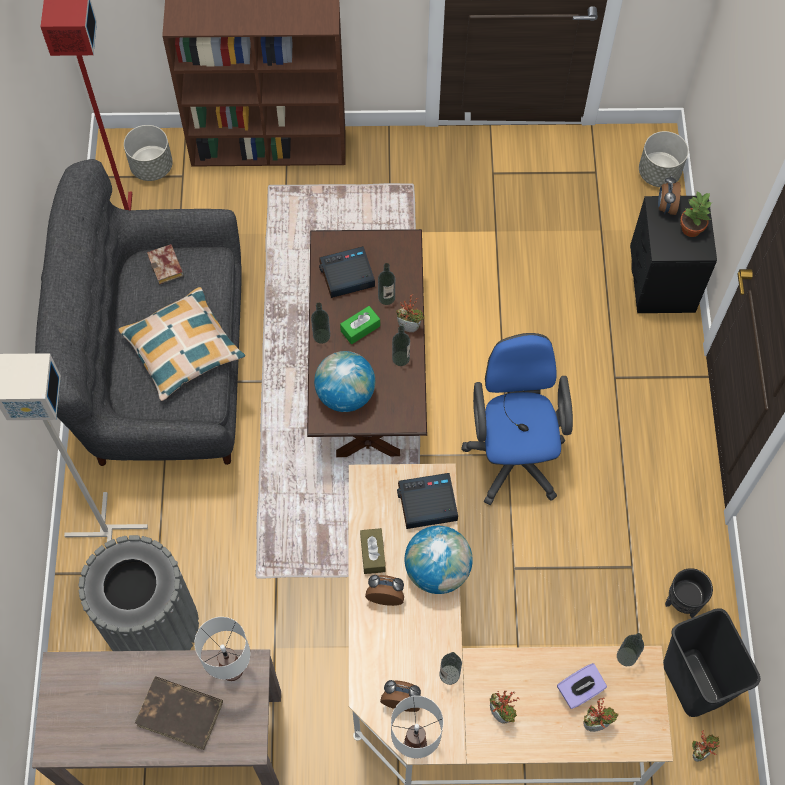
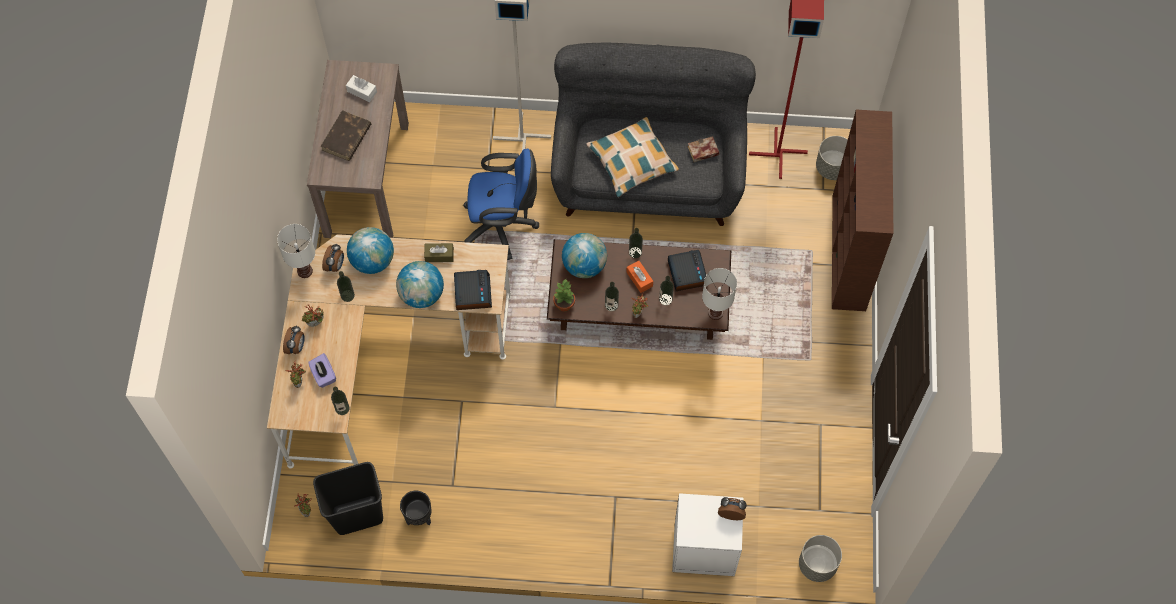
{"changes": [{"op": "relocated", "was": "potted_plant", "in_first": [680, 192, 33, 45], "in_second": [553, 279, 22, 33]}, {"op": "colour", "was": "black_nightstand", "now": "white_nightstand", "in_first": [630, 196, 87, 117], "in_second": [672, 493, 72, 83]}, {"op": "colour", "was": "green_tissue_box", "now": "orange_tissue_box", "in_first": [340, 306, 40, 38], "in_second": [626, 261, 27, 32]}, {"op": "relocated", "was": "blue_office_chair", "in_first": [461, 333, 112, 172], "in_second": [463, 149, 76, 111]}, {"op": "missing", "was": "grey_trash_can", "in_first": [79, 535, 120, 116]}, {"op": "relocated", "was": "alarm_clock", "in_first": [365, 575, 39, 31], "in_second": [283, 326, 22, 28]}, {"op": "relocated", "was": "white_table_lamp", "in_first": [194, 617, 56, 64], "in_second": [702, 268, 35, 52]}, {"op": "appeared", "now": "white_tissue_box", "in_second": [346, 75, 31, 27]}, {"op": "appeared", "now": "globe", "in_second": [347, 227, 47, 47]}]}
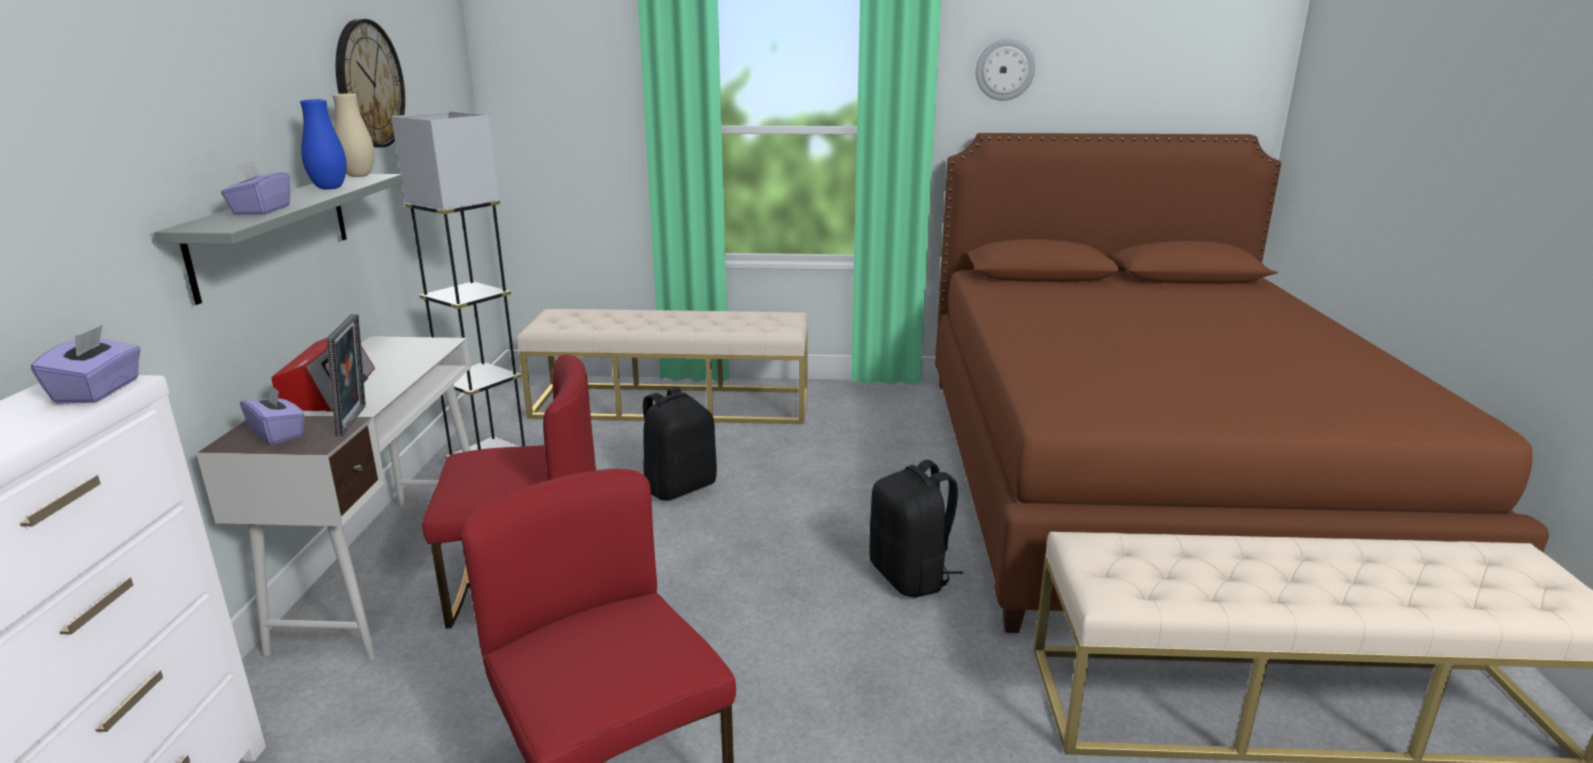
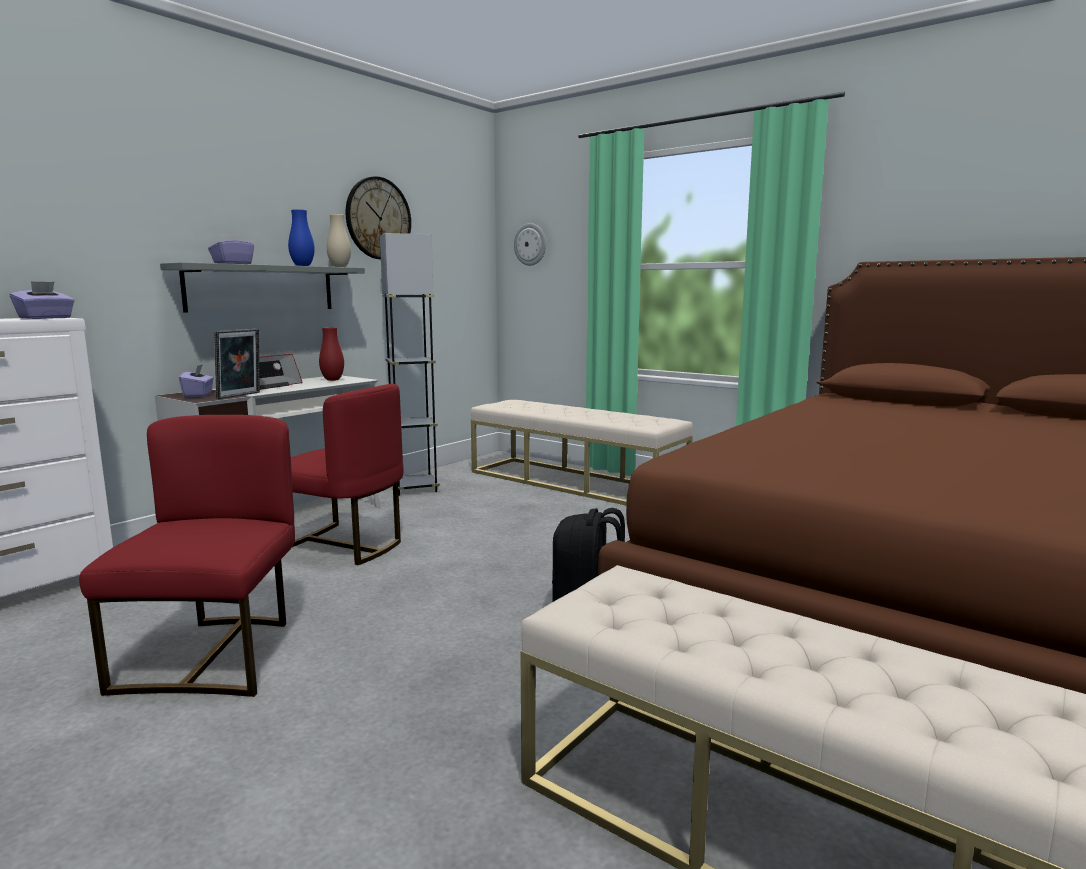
{"changes": [{"op": "relocated", "was": "wall_clock", "in_first": [976, 39, 59, 62], "in_second": [514, 223, 32, 43]}, {"op": "missing", "was": "black_backpack", "in_first": [643, 387, 74, 114]}, {"op": "appeared", "now": "red_vase", "in_second": [319, 327, 25, 54]}]}
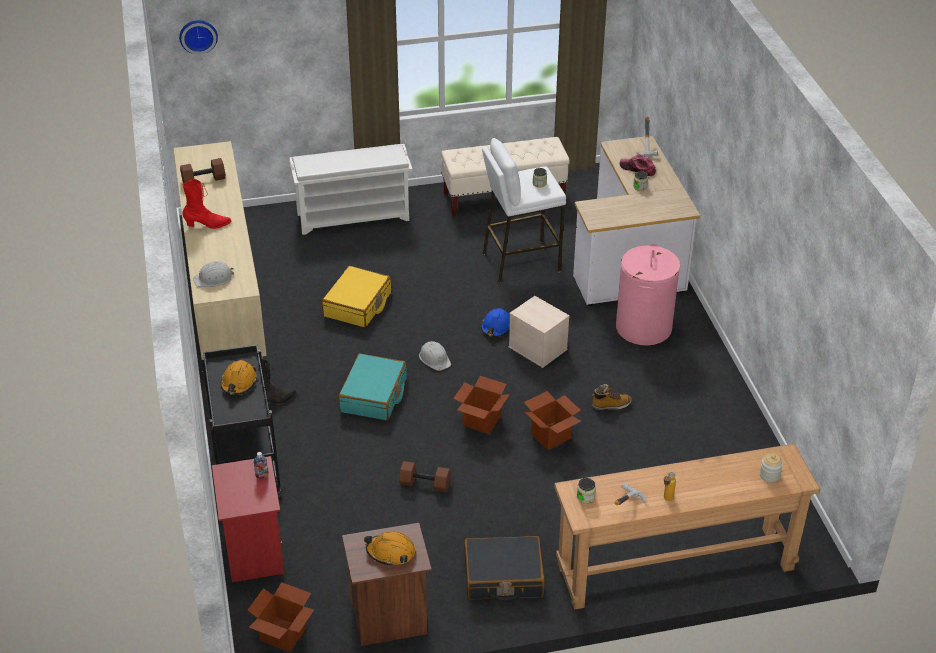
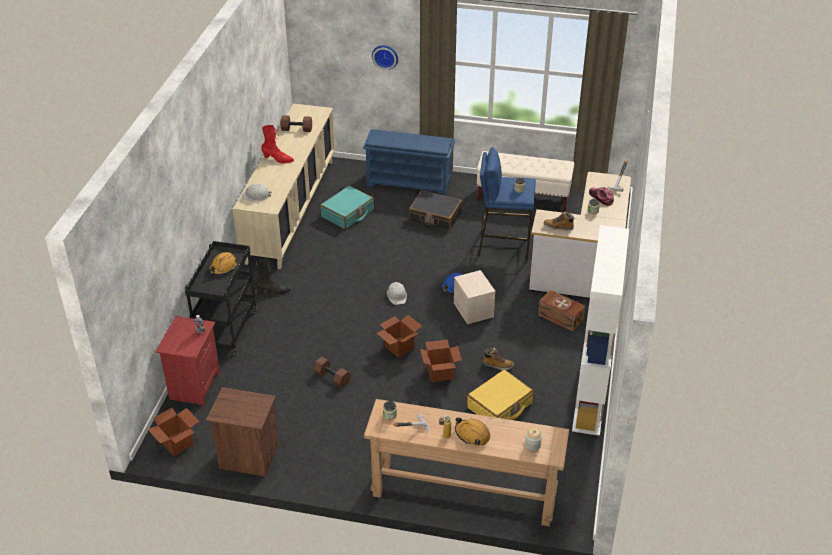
{"changes": [{"op": "relocated", "was": "wall_clock", "in_first": [179, 20, 39, 35], "in_second": [372, 45, 26, 25]}, {"op": "colour", "was": "white_stool", "now": "blue_stool", "in_first": [482, 138, 84, 145], "in_second": [478, 147, 58, 114]}, {"op": "colour", "was": "white_shoe_rack", "now": "blue_shoe_rack", "in_first": [289, 144, 123, 91], "in_second": [363, 129, 92, 67]}, {"op": "exchanged", "was": "pink_laundry_basket", "now": "brown_storage_box", "in_first": [616, 244, 64, 102], "in_second": [538, 290, 47, 42]}, {"op": "relocated", "was": "yellow_suitcase", "in_first": [322, 266, 69, 62], "in_second": [467, 369, 67, 51]}, {"op": "relocated", "was": "turquoise_suitcase", "in_first": [338, 353, 69, 68], "in_second": [320, 186, 54, 43]}, {"op": "relocated", "was": "orange_hard_hat", "in_first": [364, 531, 52, 35], "in_second": [455, 417, 36, 29]}, {"op": "relocated", "was": "black_suitcase", "in_first": [464, 536, 81, 66], "in_second": [409, 190, 53, 41]}, {"op": "appeared", "now": "boot", "in_second": [543, 211, 32, 20]}, {"op": "appeared", "now": "white_bookcase", "in_second": [572, 225, 57, 211]}]}
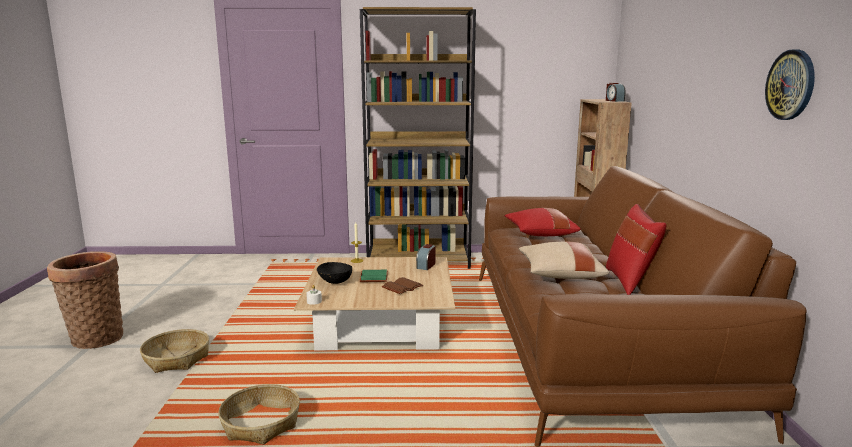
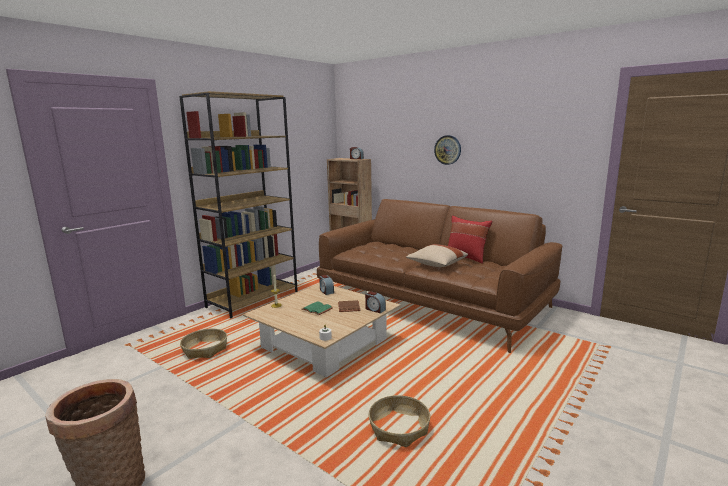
{"changes": [{"op": "relocated", "was": "wall_clock", "in_first": [765, 49, 50, 71], "in_second": [434, 135, 27, 30]}, {"op": "missing", "was": "red_pillow", "in_first": [505, 208, 76, 28]}, {"op": "missing", "was": "black_bowl", "in_first": [317, 262, 35, 22]}, {"op": "relocated", "was": "basket", "in_first": [140, 329, 69, 44], "in_second": [180, 329, 47, 30]}, {"op": "appeared", "now": "alarm_clock", "in_second": [365, 291, 21, 22]}]}
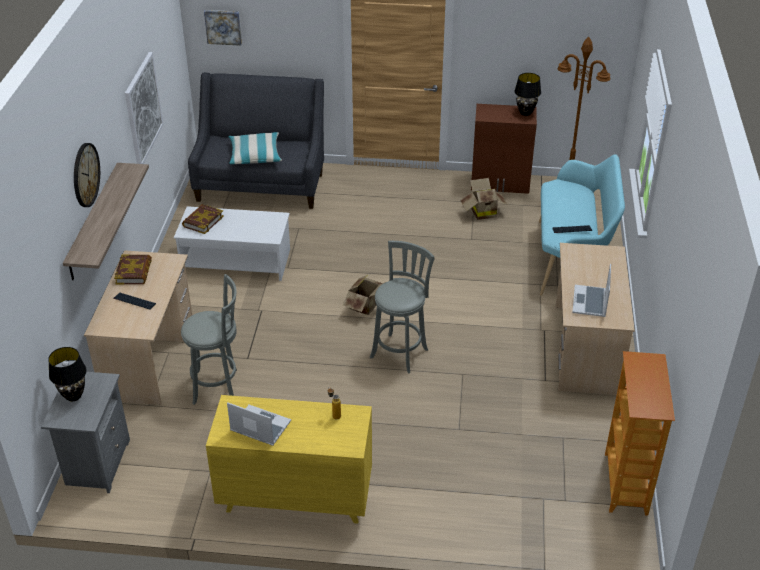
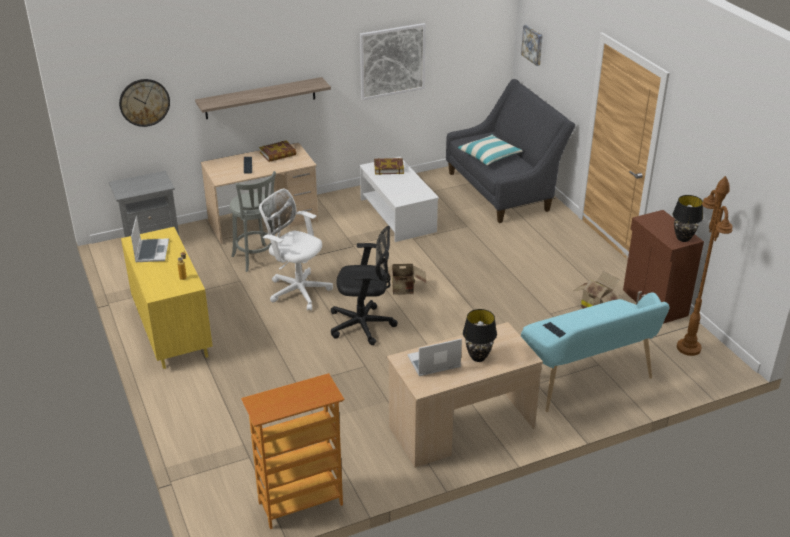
{"changes": [{"op": "relocated", "was": "wall_clock", "in_first": [74, 143, 26, 64], "in_second": [119, 79, 51, 48]}, {"op": "exchanged", "was": "grey_stool", "now": "black_office_chair", "in_first": [370, 240, 65, 134], "in_second": [331, 226, 66, 119]}, {"op": "relocated", "was": "black_table_lamp", "in_first": [48, 347, 39, 54], "in_second": [463, 309, 34, 53]}, {"op": "appeared", "now": "white_office_chair", "in_second": [259, 189, 74, 122]}]}
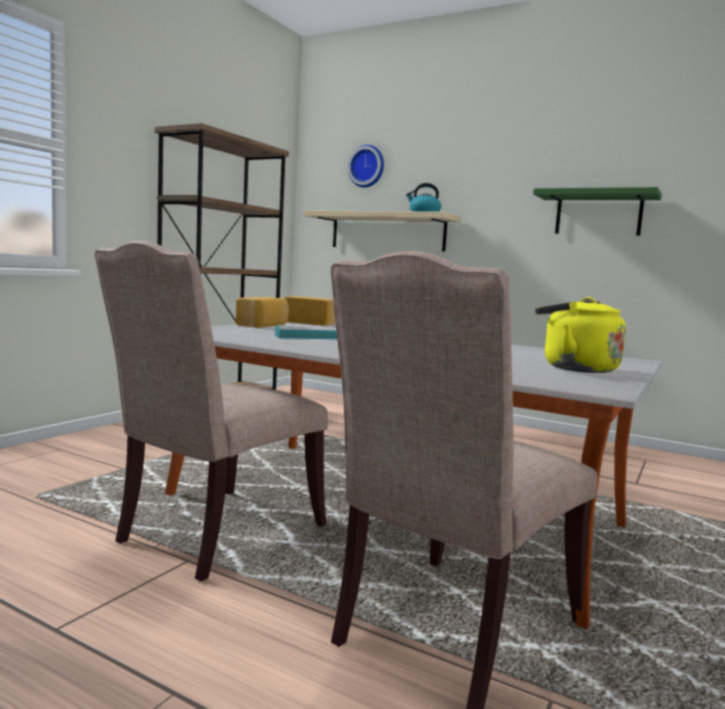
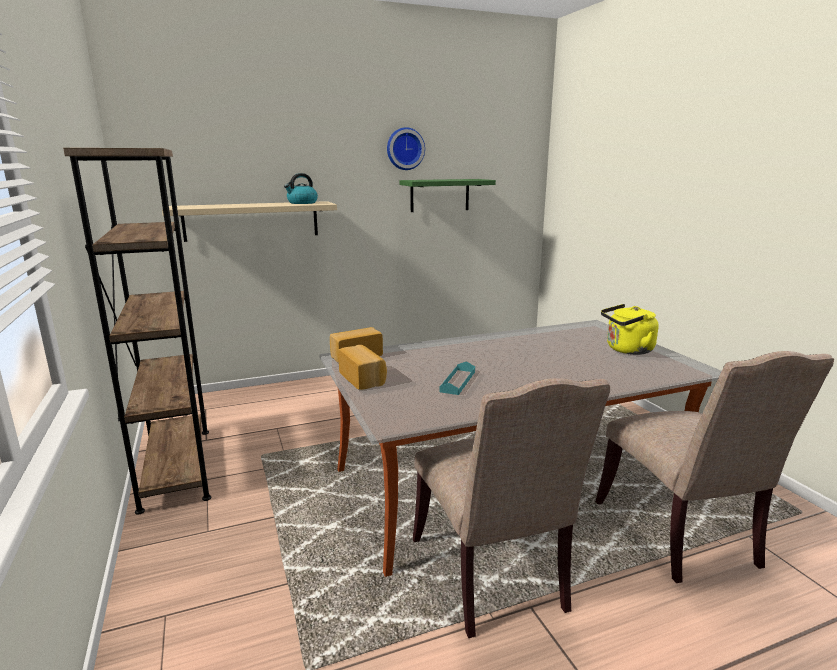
{"changes": [{"op": "relocated", "was": "wall_clock", "in_first": [348, 145, 36, 42], "in_second": [387, 127, 38, 43]}]}
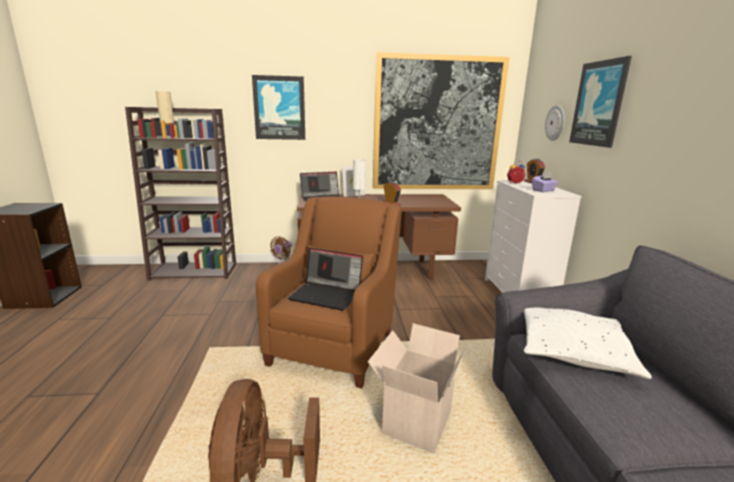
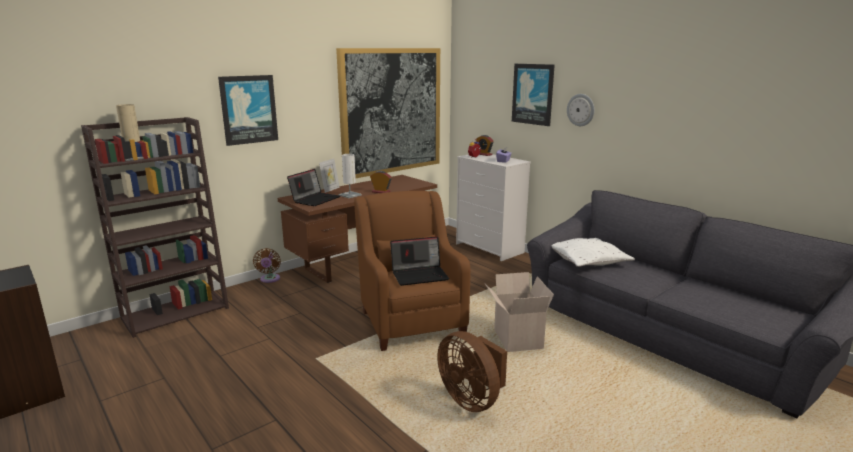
{"changes": [{"op": "relocated", "was": "wall_clock", "in_first": [545, 105, 20, 36], "in_second": [567, 94, 28, 32]}]}
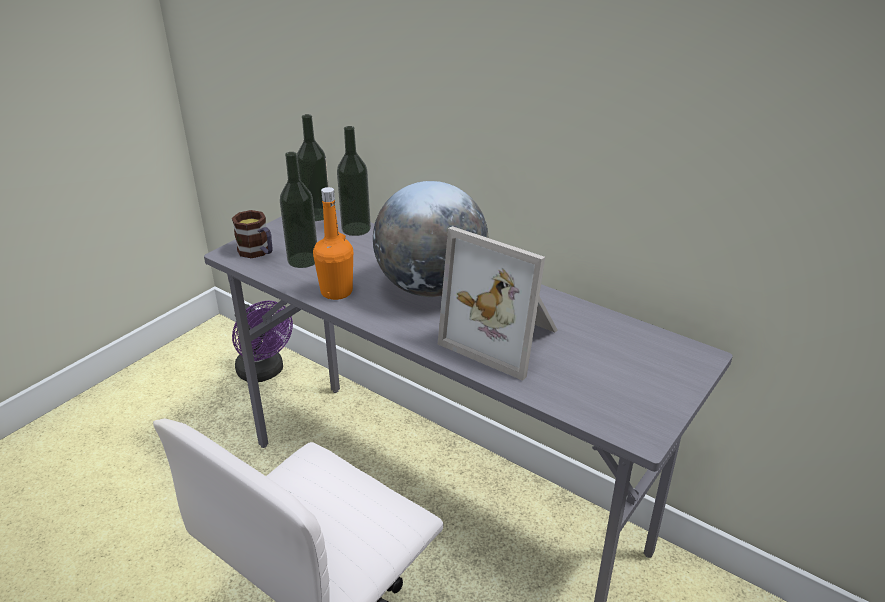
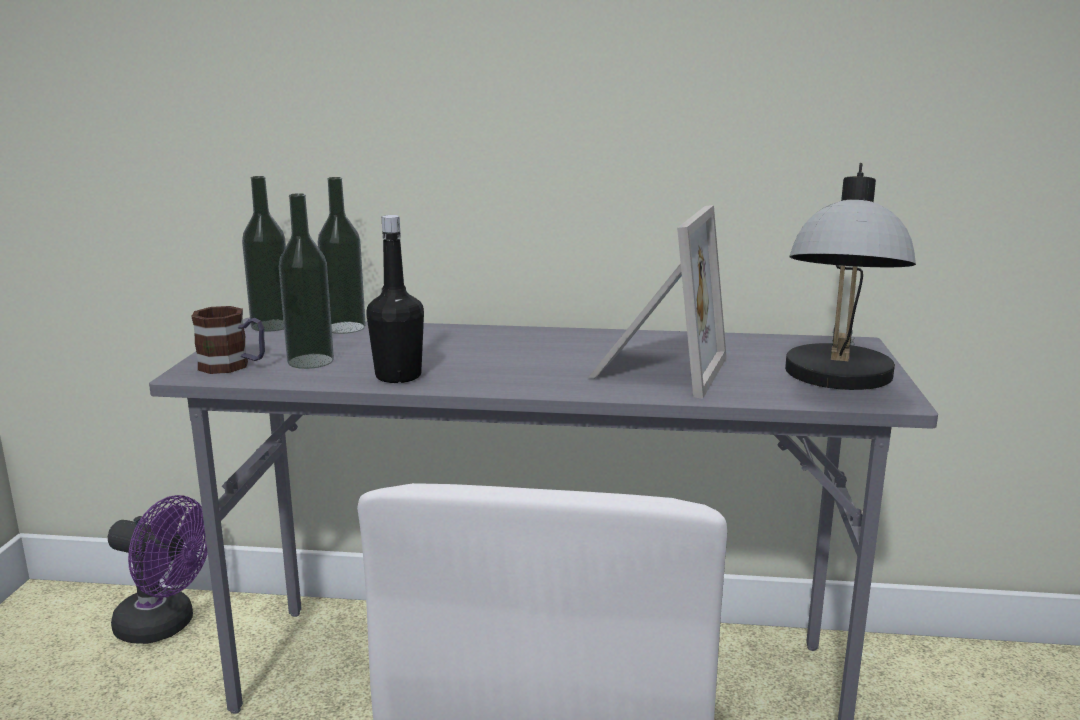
{"changes": [{"op": "missing", "was": "globe", "in_first": [373, 181, 115, 116]}, {"op": "colour", "was": "orange_bottle", "now": "black_bottle", "in_first": [313, 187, 40, 113], "in_second": [367, 215, 57, 168]}, {"op": "spun", "was": "picture_frame", "in_first": [438, 226, 119, 155], "in_second": [588, 205, 139, 193], "clockwise": -75}, {"op": "appeared", "now": "table_lamp", "in_second": [785, 163, 131, 227]}]}
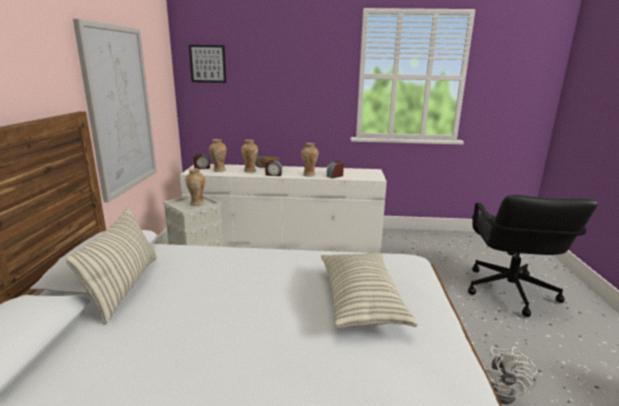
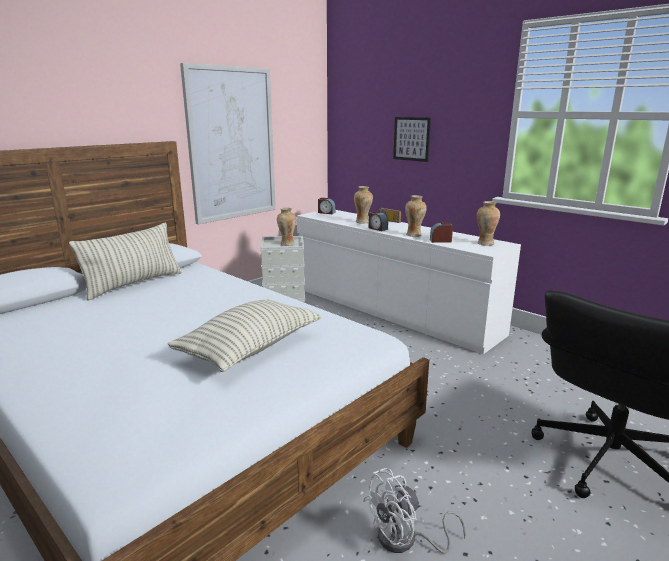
{"changes": [{"op": "relocated", "was": "picture", "in_first": [189, 45, 37, 38], "in_second": [393, 117, 38, 45]}, {"op": "relocated", "was": "vase", "in_first": [209, 139, 17, 33], "in_second": [477, 201, 23, 45]}]}
